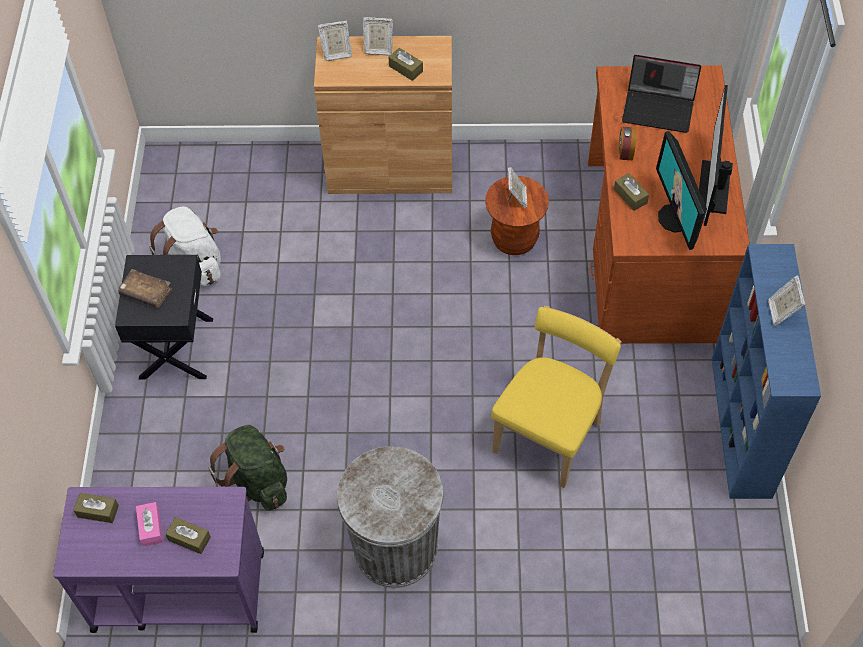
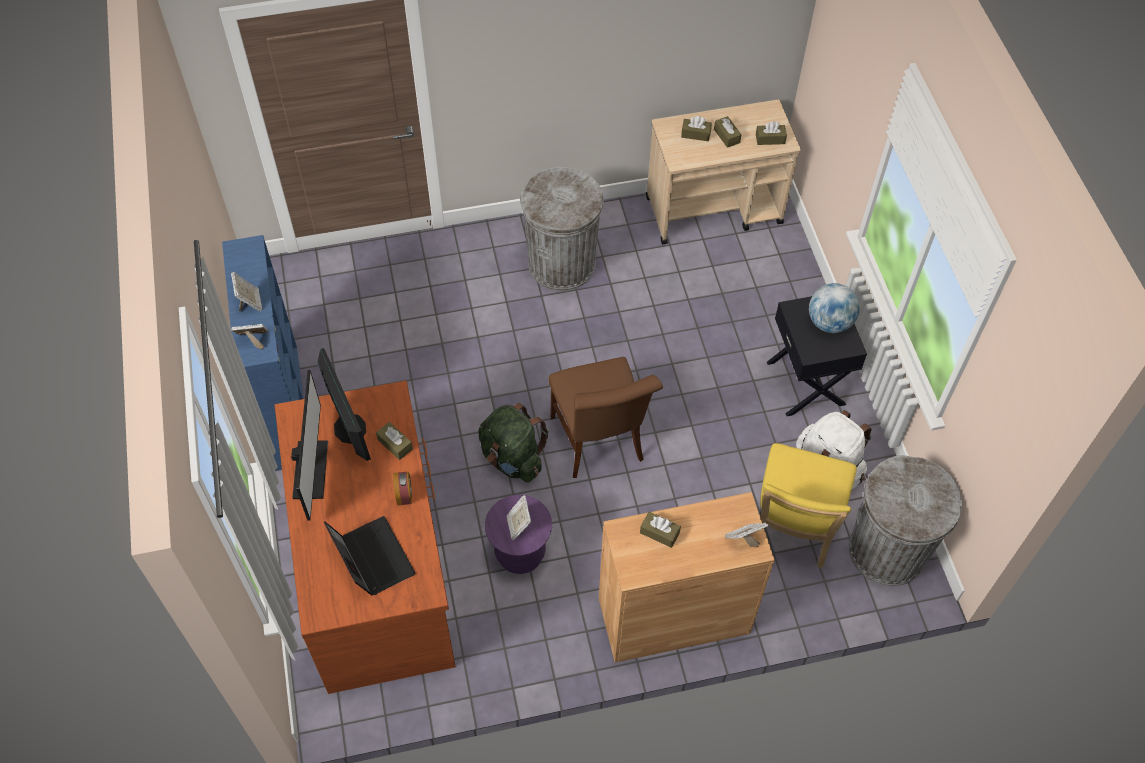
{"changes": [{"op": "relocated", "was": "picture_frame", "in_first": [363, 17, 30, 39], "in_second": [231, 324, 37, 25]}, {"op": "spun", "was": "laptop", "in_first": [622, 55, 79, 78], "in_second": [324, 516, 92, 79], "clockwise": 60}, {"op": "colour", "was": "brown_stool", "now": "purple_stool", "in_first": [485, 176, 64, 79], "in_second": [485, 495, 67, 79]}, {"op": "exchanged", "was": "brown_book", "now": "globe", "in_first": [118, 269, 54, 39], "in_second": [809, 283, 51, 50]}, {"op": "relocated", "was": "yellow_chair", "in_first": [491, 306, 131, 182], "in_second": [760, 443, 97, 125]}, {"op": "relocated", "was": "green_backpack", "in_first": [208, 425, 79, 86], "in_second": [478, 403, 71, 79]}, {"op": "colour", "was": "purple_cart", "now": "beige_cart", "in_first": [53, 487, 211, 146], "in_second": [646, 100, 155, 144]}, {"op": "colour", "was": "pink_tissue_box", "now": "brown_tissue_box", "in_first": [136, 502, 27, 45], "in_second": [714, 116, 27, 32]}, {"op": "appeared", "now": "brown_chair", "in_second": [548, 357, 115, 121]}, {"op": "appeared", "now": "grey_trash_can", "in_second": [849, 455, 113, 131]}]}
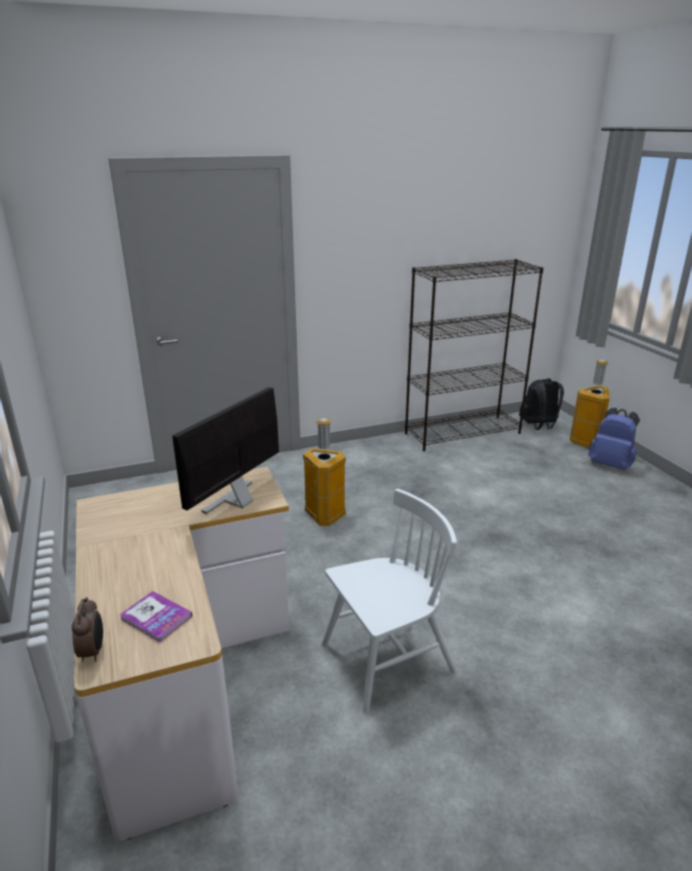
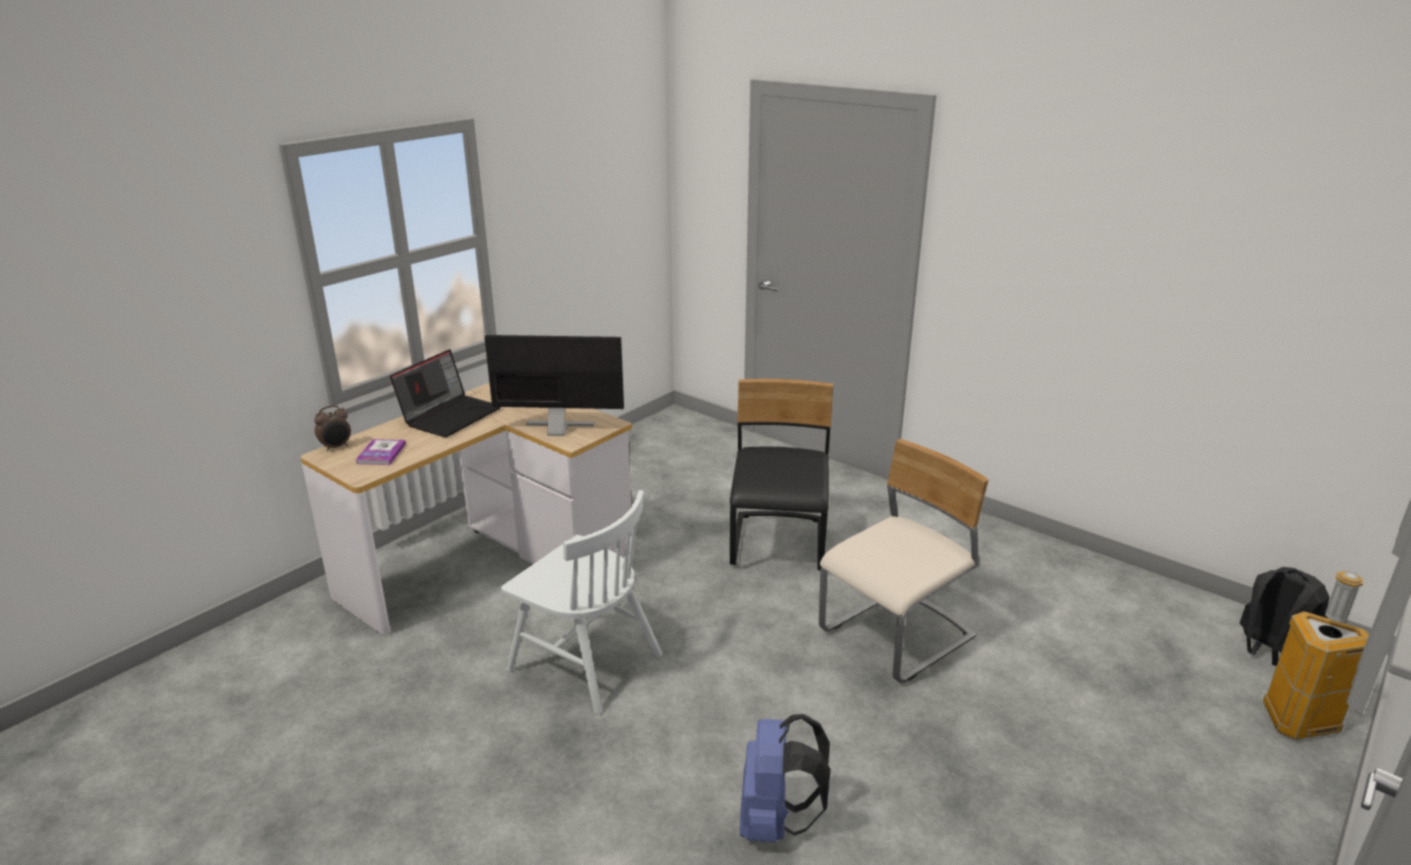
{"changes": [{"op": "missing", "was": "black_bookcase", "in_first": [405, 259, 138, 192]}, {"op": "relocated", "was": "blue_backpack", "in_first": [588, 408, 52, 62], "in_second": [740, 714, 91, 128]}, {"op": "exchanged", "was": "trash_can", "now": "black_chair", "in_first": [303, 418, 43, 108], "in_second": [730, 379, 103, 191]}, {"op": "appeared", "now": "laptop", "in_second": [390, 349, 111, 88]}, {"op": "appeared", "now": "beige_chair", "in_second": [819, 439, 170, 244]}]}
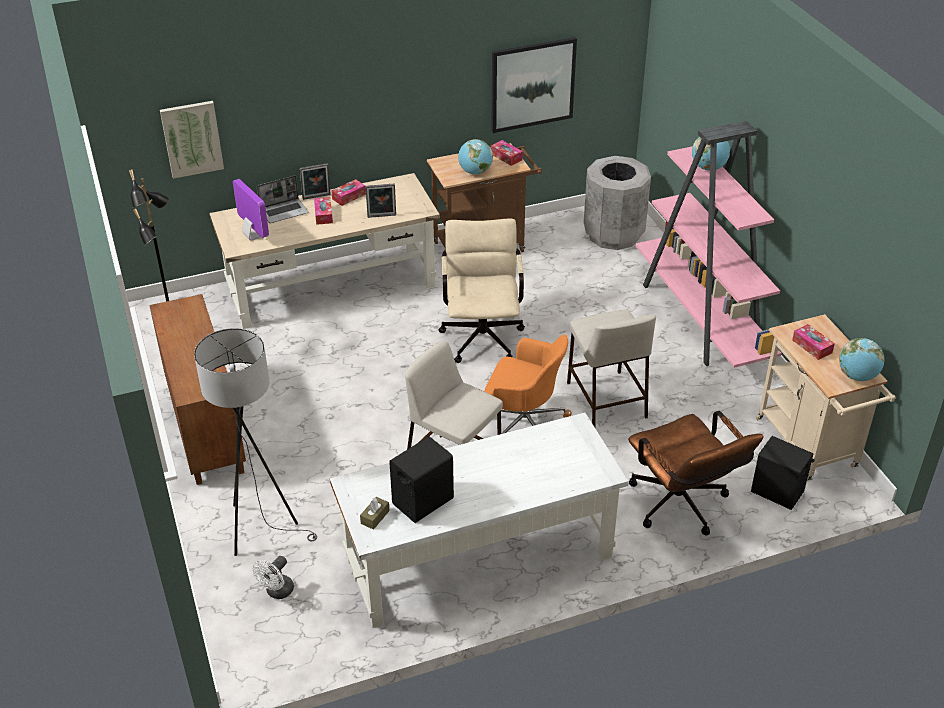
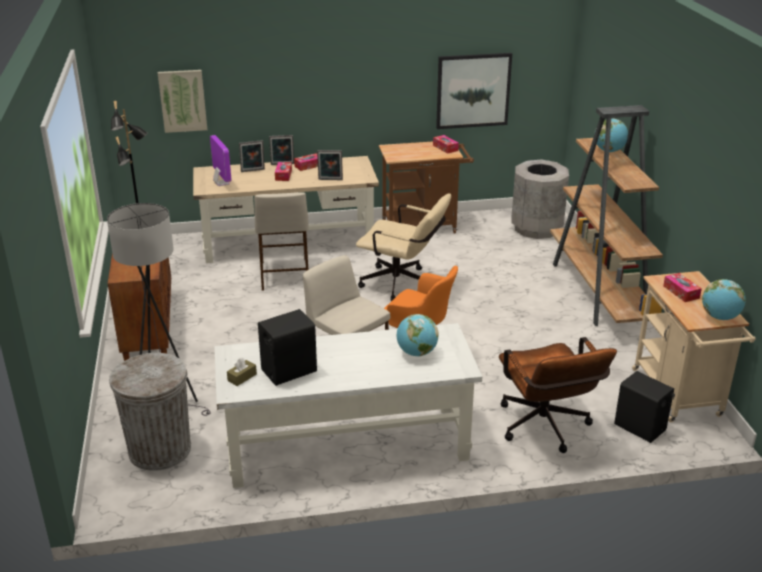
{"changes": [{"op": "colour", "was": "pink_bookcase", "now": "brown_bookcase", "in_first": [636, 121, 146, 247], "in_second": [550, 105, 113, 221]}, {"op": "relocated", "was": "globe", "in_first": [458, 139, 35, 36], "in_second": [397, 314, 42, 42]}, {"op": "exchanged", "was": "laptop", "now": "picture_frame", "in_first": [257, 175, 51, 48], "in_second": [239, 140, 26, 32]}, {"op": "spun", "was": "beige_office_chair", "in_first": [438, 219, 87, 144], "in_second": [356, 193, 95, 108], "clockwise": 105}, {"op": "relocated", "was": "beige_stool", "in_first": [567, 309, 89, 118], "in_second": [254, 192, 55, 99]}, {"op": "exchanged", "was": "white_fan", "now": "grey_trash_can", "in_first": [253, 556, 41, 43], "in_second": [109, 353, 82, 118]}]}
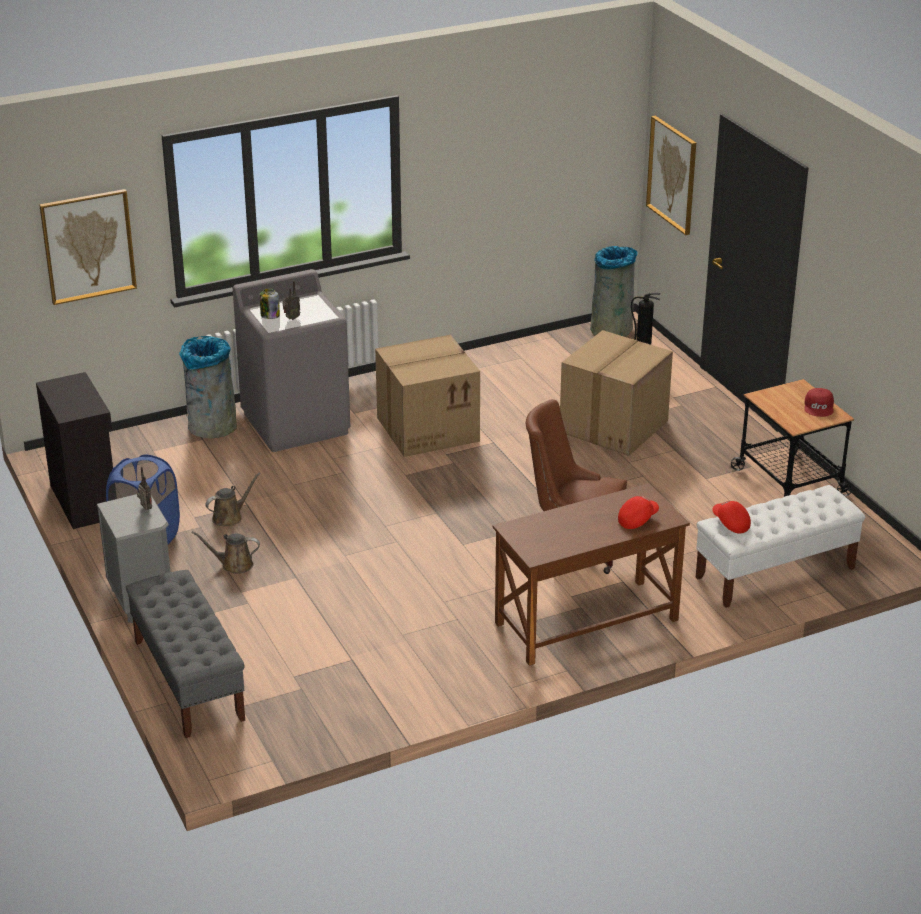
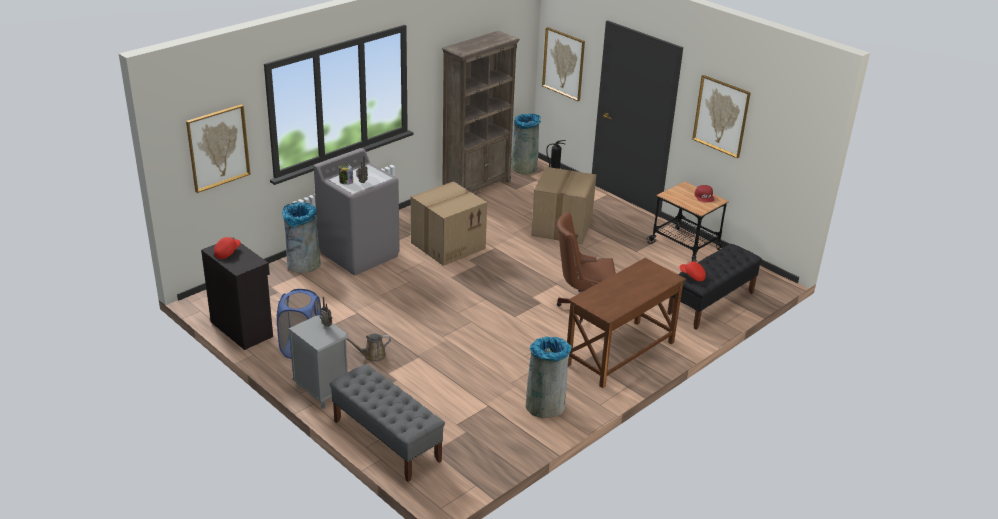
{"changes": [{"op": "missing", "was": "brown_watering_can", "in_first": [205, 472, 56, 54]}, {"op": "colour", "was": "white_bench", "now": "black_bench", "in_first": [696, 485, 169, 123], "in_second": [667, 244, 95, 86]}, {"op": "relocated", "was": "red_cap", "in_first": [618, 496, 41, 33], "in_second": [214, 237, 27, 22]}, {"op": "appeared", "now": "brown_bookcase", "in_second": [442, 31, 78, 162]}, {"op": "appeared", "now": "picture", "in_second": [692, 75, 59, 83]}, {"op": "appeared", "now": "grey_trash_can", "in_second": [526, 337, 46, 81]}]}
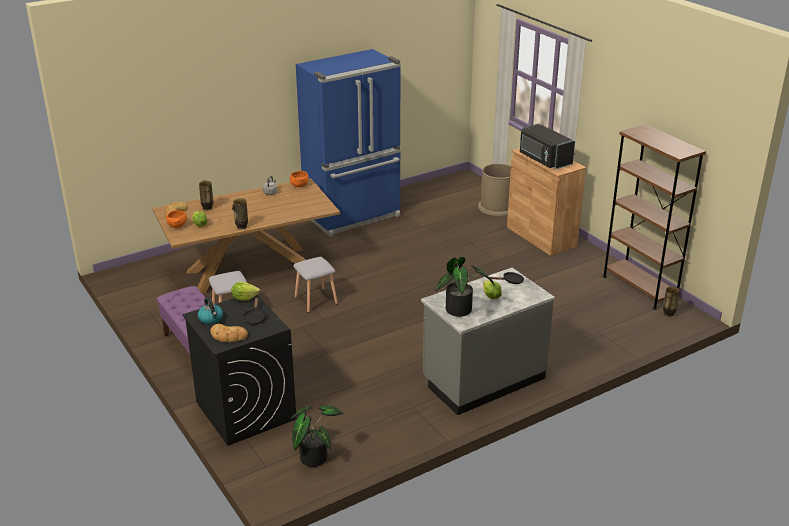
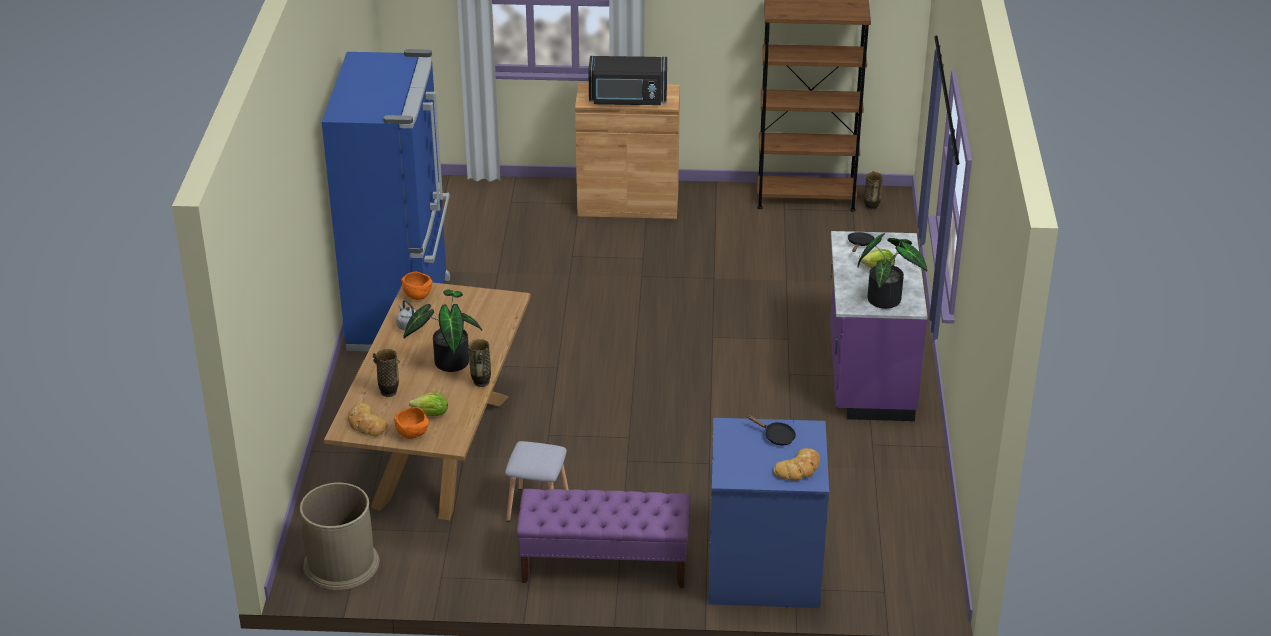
{"changes": [{"op": "relocated", "was": "brown_trash_can", "in_first": [478, 164, 35, 52], "in_second": [300, 483, 79, 107]}, {"op": "missing", "was": "grey_stool", "in_first": [293, 257, 45, 56]}, {"op": "colour", "was": "grey_counter", "now": "purple_counter", "in_first": [421, 268, 134, 147], "in_second": [830, 231, 98, 190]}, {"op": "missing", "was": "lettuce", "in_first": [231, 282, 29, 19]}, {"op": "colour", "was": "black_washing_machine", "now": "blue_washing_machine", "in_first": [182, 295, 115, 151], "in_second": [708, 418, 121, 190]}, {"op": "missing", "was": "kettle", "in_first": [198, 297, 25, 27]}, {"op": "relocated", "was": "potted_plant", "in_first": [290, 405, 53, 62], "in_second": [403, 290, 79, 82]}]}
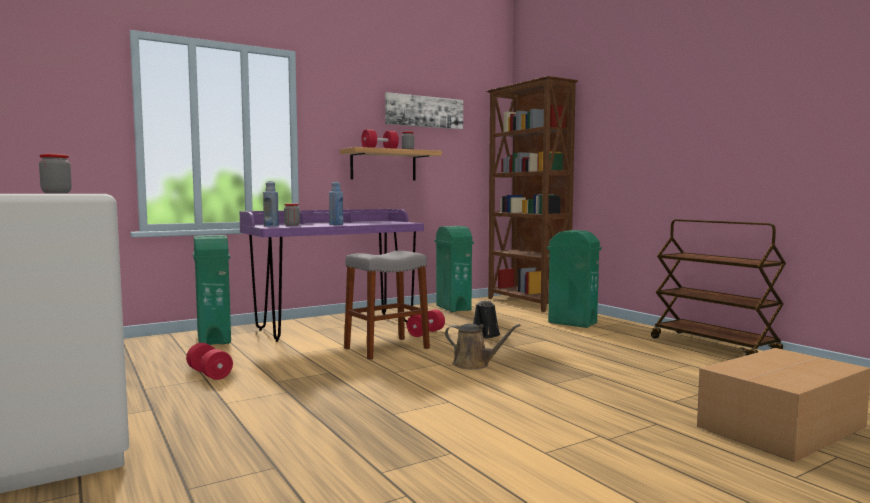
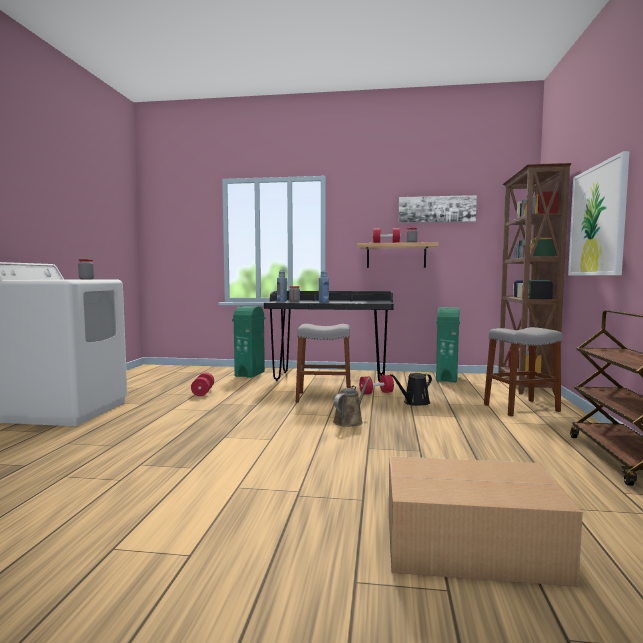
{"changes": [{"op": "colour", "was": "purple_desk", "now": "black_desk", "in_first": [239, 209, 185, 133], "in_second": [264, 291, 130, 91]}, {"op": "exchanged", "was": "green_trash_can", "now": "grey_stool", "in_first": [547, 230, 55, 98], "in_second": [484, 327, 78, 89]}, {"op": "spun", "was": "brown_watering_can", "in_first": [445, 324, 75, 46], "in_second": [333, 377, 38, 50], "clockwise": -120}, {"op": "appeared", "now": "picture", "in_second": [568, 151, 62, 124]}]}
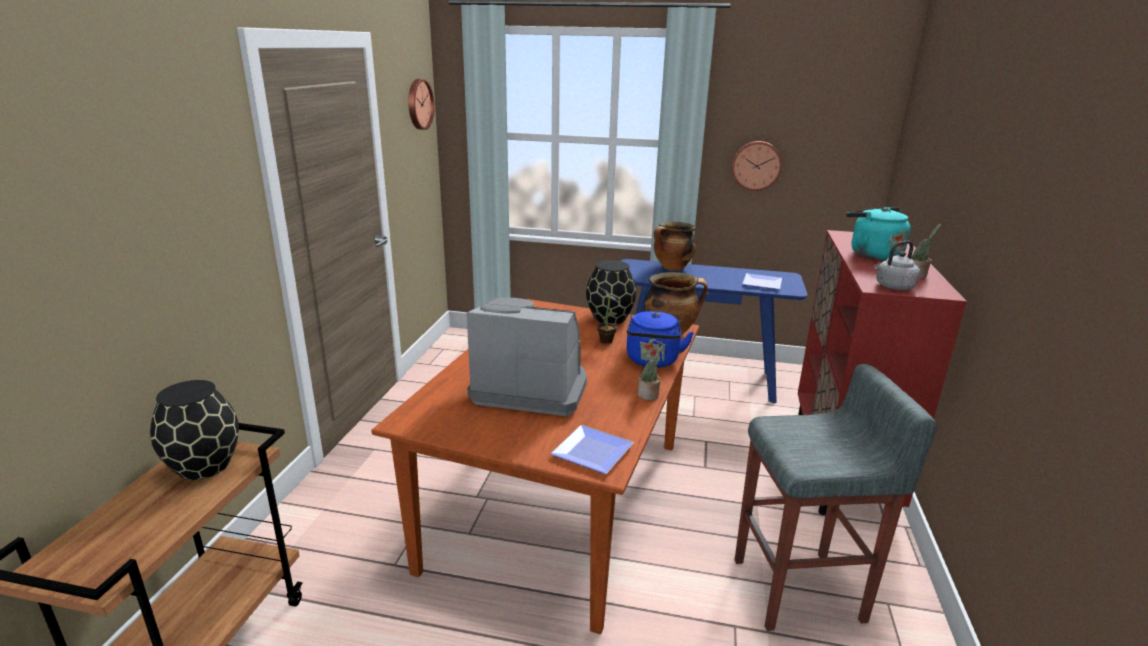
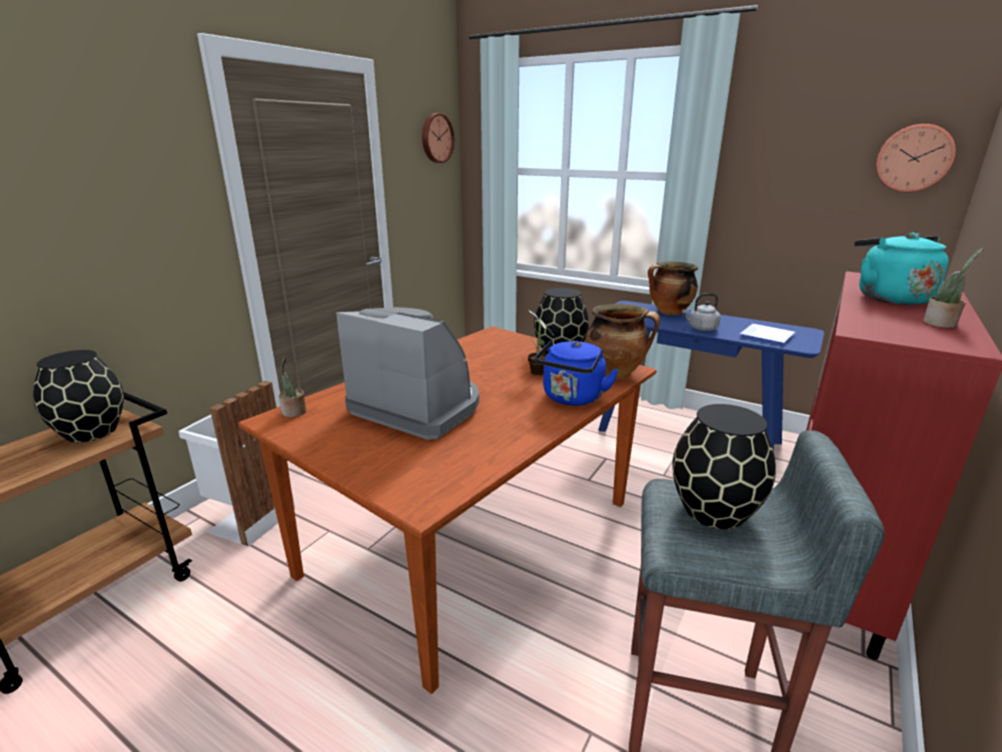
{"changes": [{"op": "relocated", "was": "wall_clock", "in_first": [732, 141, 50, 50], "in_second": [876, 124, 80, 68]}, {"op": "relocated", "was": "grey_kettle", "in_first": [874, 241, 46, 49], "in_second": [682, 293, 39, 38]}, {"op": "relocated", "was": "potted_plant", "in_first": [638, 345, 25, 55], "in_second": [279, 356, 27, 61]}, {"op": "missing", "was": "plate", "in_first": [550, 425, 84, 49]}, {"op": "appeared", "now": "white_trash_can", "in_second": [178, 381, 117, 166]}, {"op": "appeared", "now": "black_vase", "in_second": [672, 404, 104, 125]}]}
